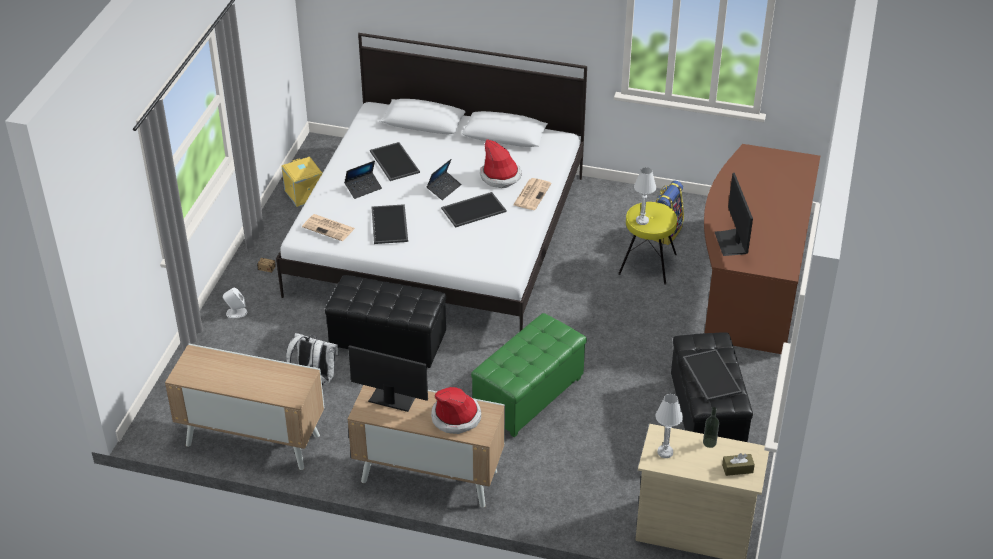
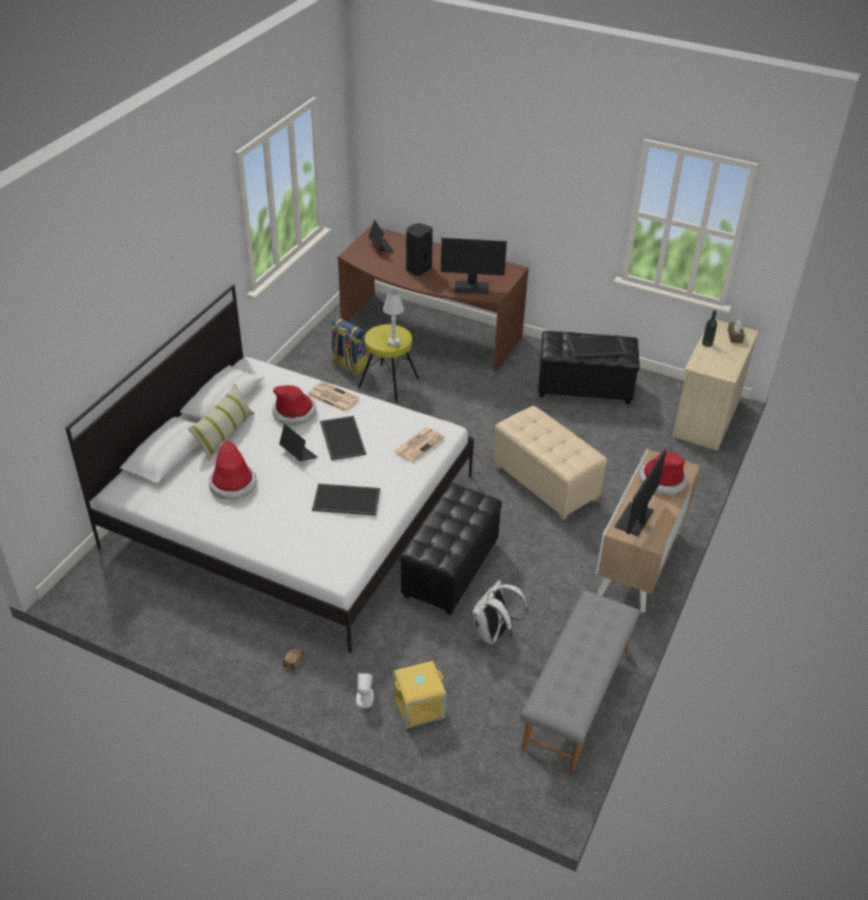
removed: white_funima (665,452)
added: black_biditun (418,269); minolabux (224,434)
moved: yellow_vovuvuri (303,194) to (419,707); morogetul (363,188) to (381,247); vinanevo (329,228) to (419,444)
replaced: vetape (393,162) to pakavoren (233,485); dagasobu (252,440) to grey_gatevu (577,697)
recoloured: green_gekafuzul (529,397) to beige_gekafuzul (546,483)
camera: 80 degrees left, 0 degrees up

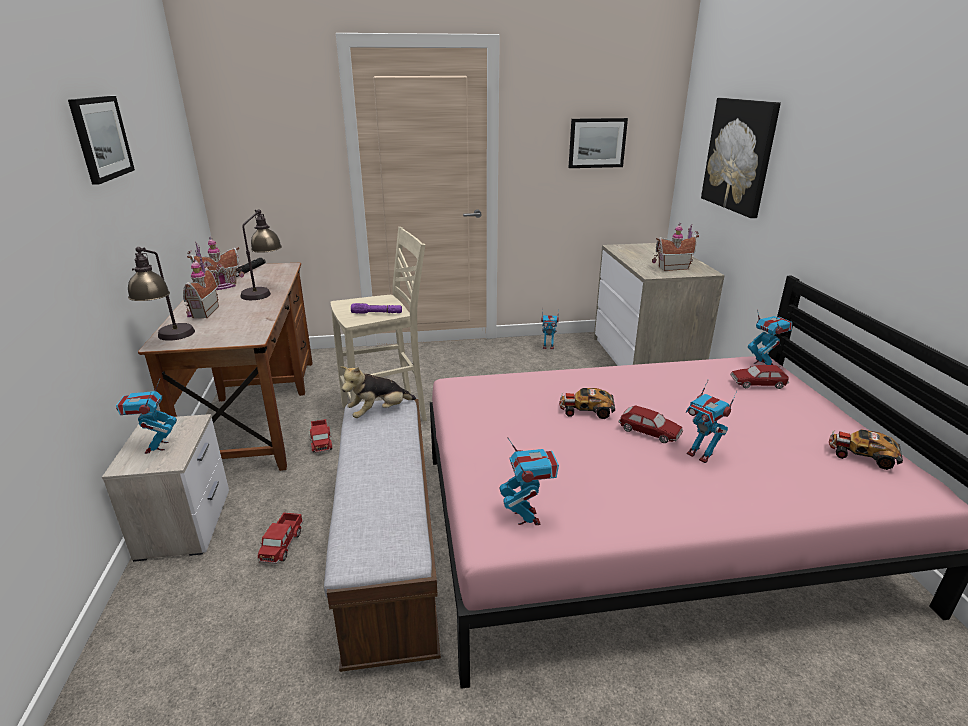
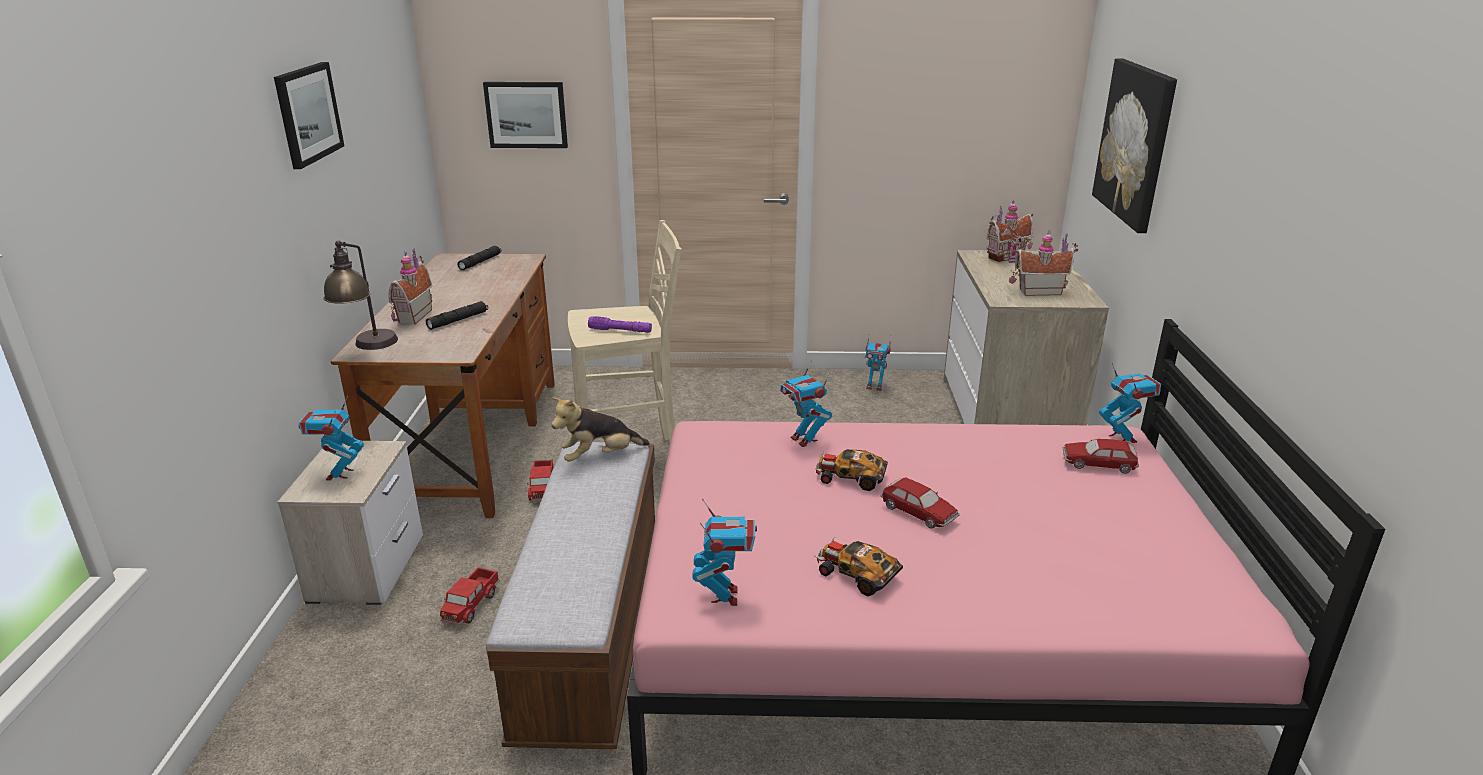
removed: funima (264,292)
added: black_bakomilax (458,320)
moved: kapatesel (597,143) to (526,114); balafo (221,286) to (1008,258); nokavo (700,455) to (804,440); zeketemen (861,454) to (856,574)
camera: 10 degrees right, 0 degrees up

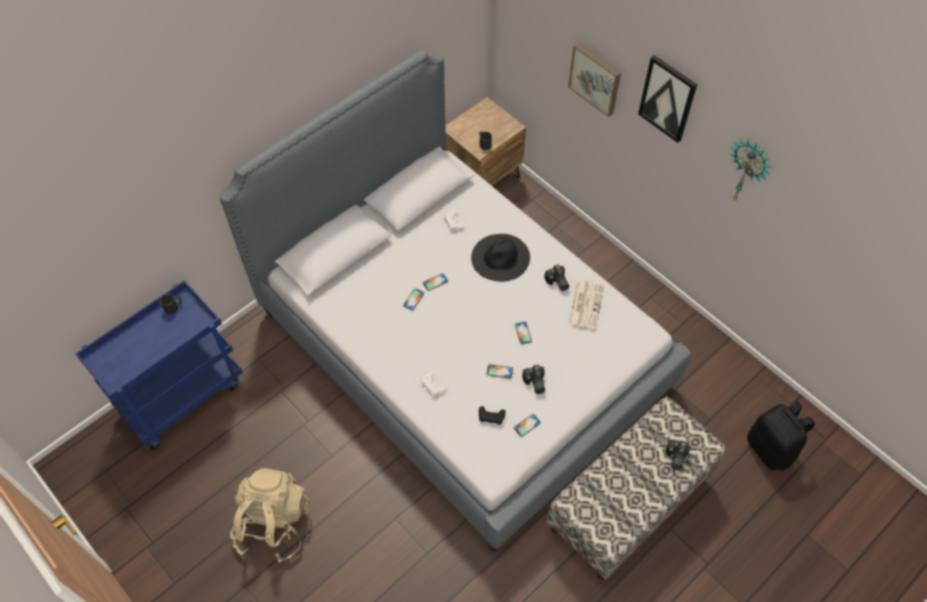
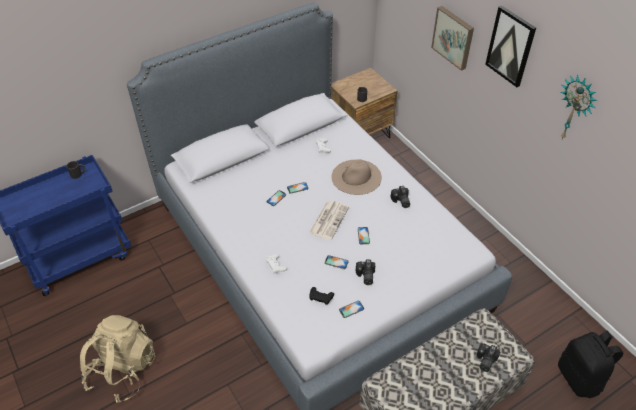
moved: vinanevo (585,304) to (329,219)
recoloured: black_pakavoren (500,257) to beige_pakavoren (356,177)
camera: 10 degrees right, 10 degrees down

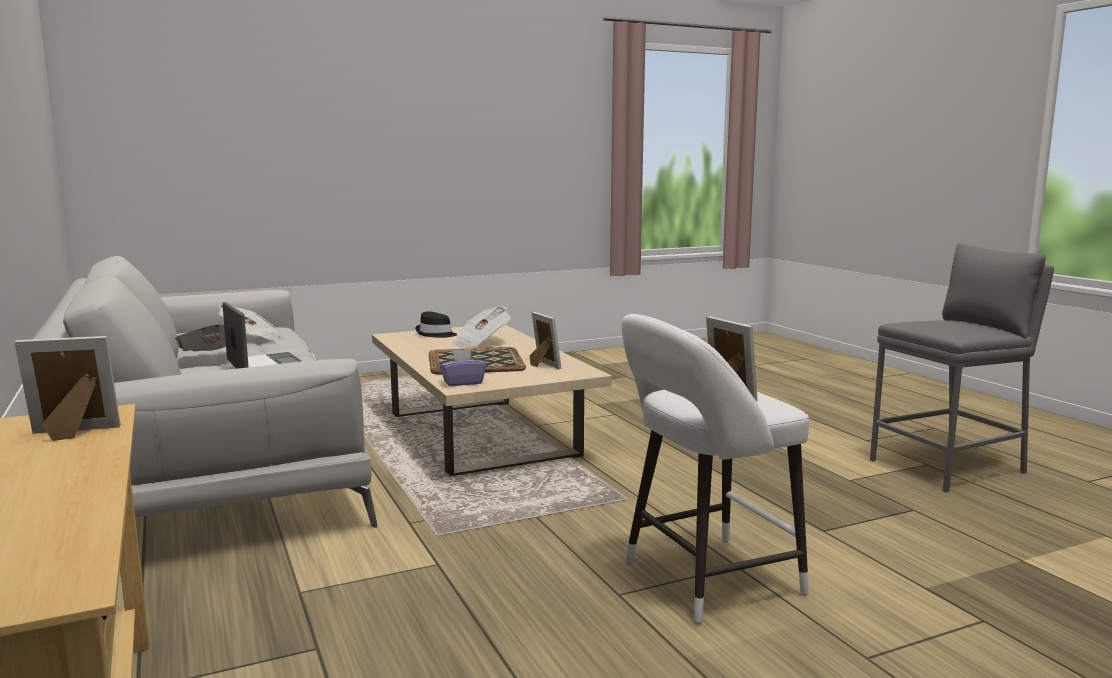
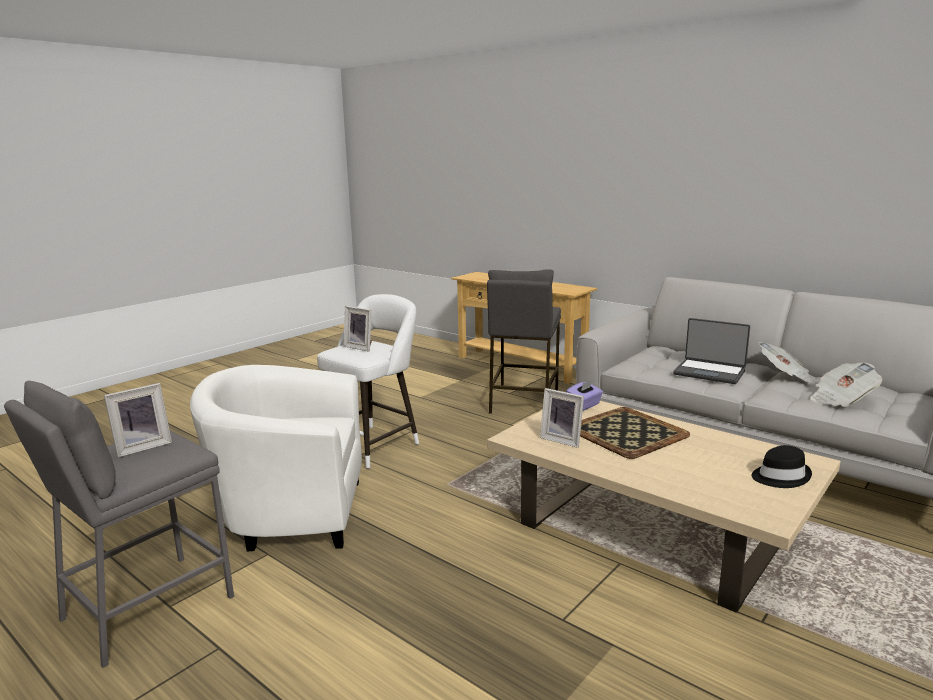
removed: vinanevo (480,343)
added: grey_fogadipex (523,402); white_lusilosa (290,514)
moved: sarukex (73,434) to (142,447)
camera: 155 degrees right, 5 degrees up

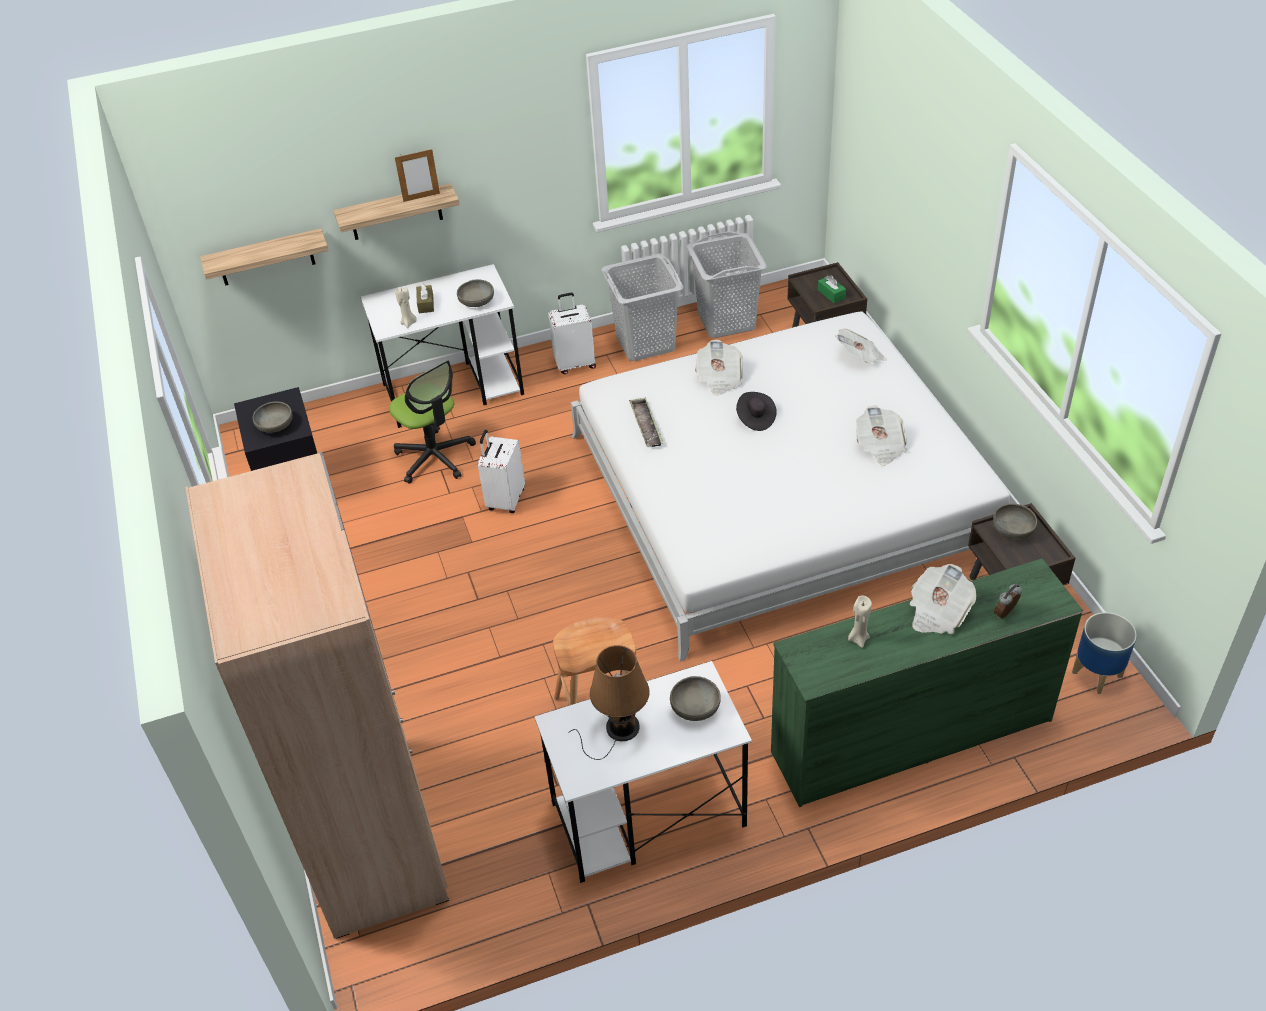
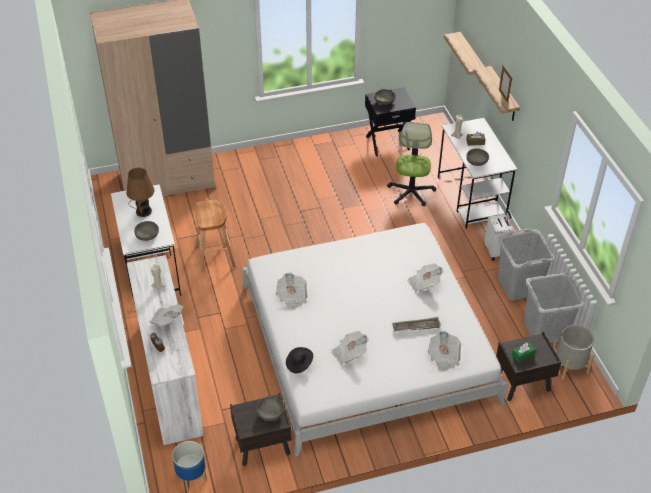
removed: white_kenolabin (505,500)
added: vinanevo (292,298); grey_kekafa (569,365)
moved: black_pakavoren (755,418) to (299,364); vetape (646,426) to (416,327)
recoloured: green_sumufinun (909,735) to white_sumufinun (170,377)
turned: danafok (435,457) = (411,192) 135 degrees clockwise
camera: 90 degrees right, 0 degrees up

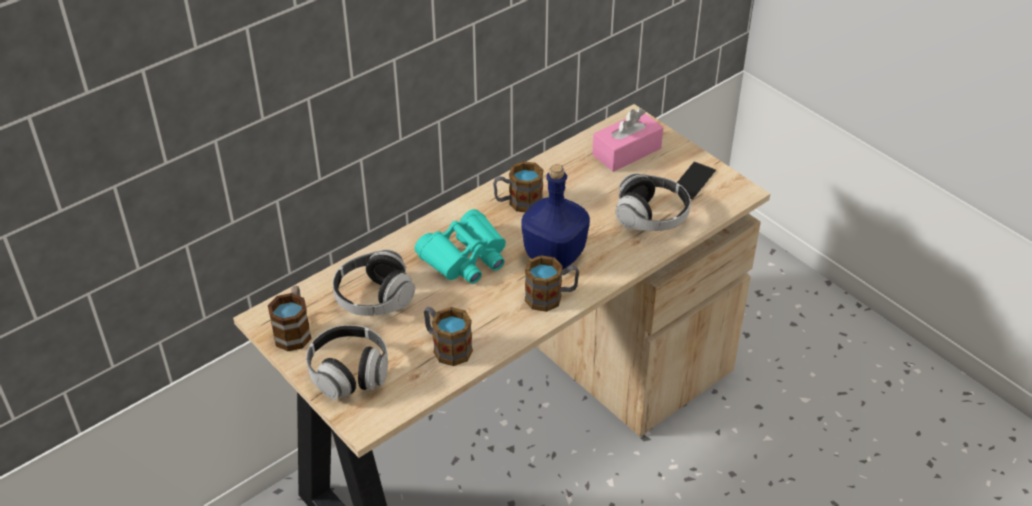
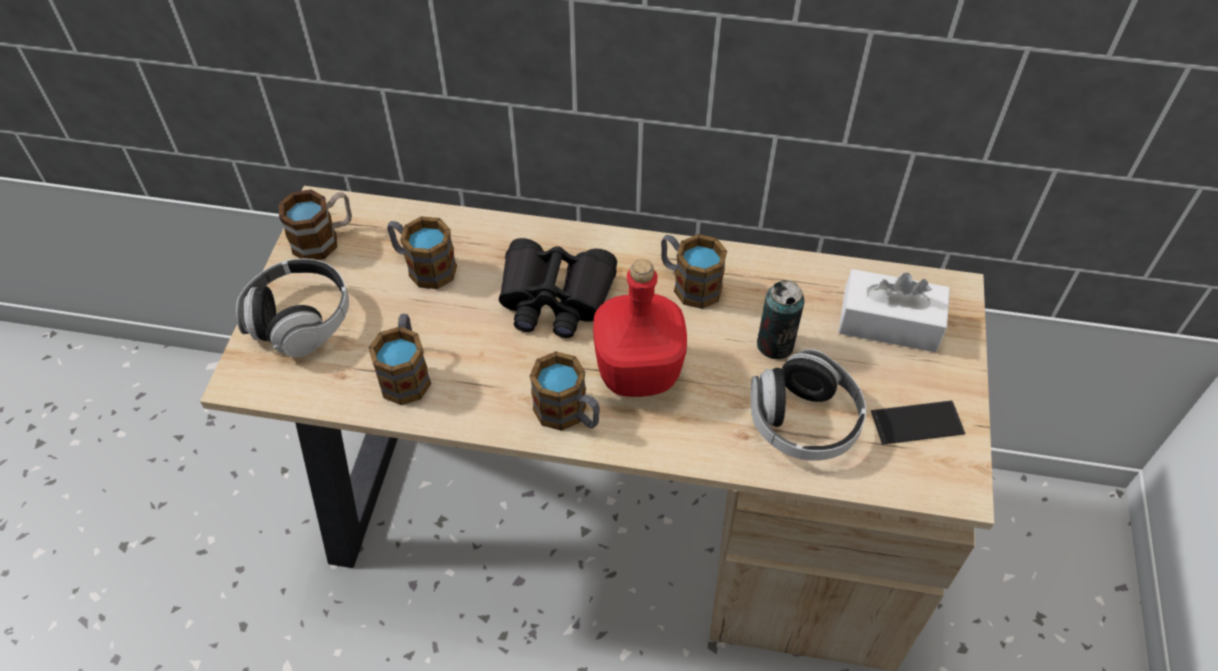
added: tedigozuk (775,344)
replaced: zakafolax (374,298) to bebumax (423,266)
recoloured: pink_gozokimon (626,152) to white_gozokimon (889,323); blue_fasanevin (555,255) to red_fasanevin (640,372); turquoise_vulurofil (465,258) to black_vulurofil (555,298)
camera: 50 degrees right, 10 degrees up

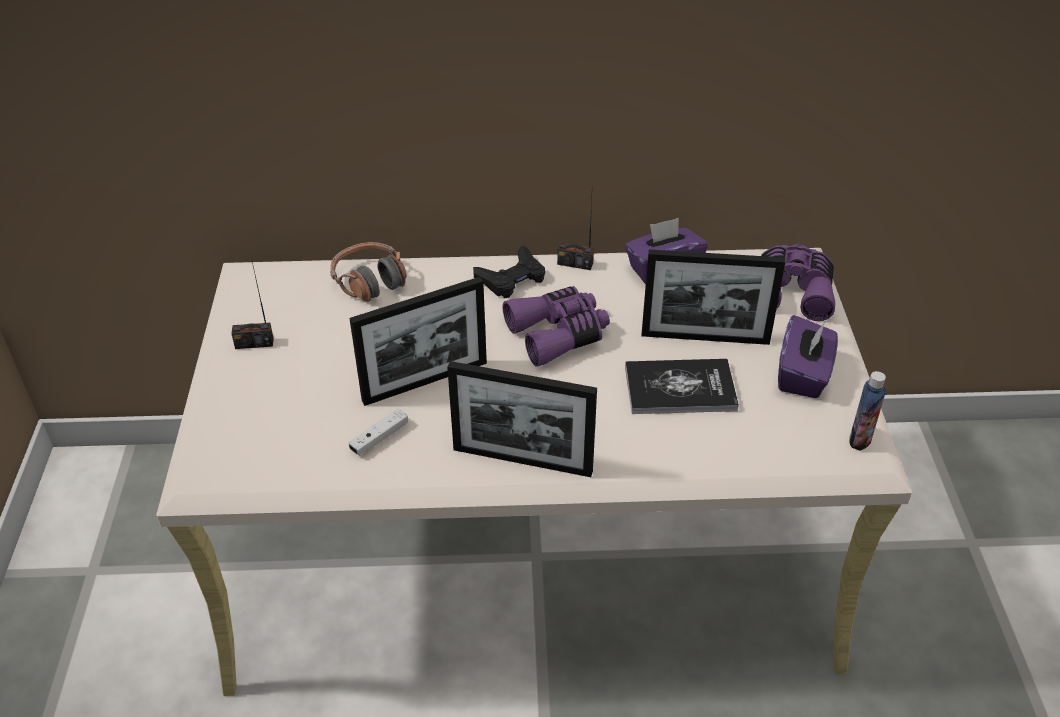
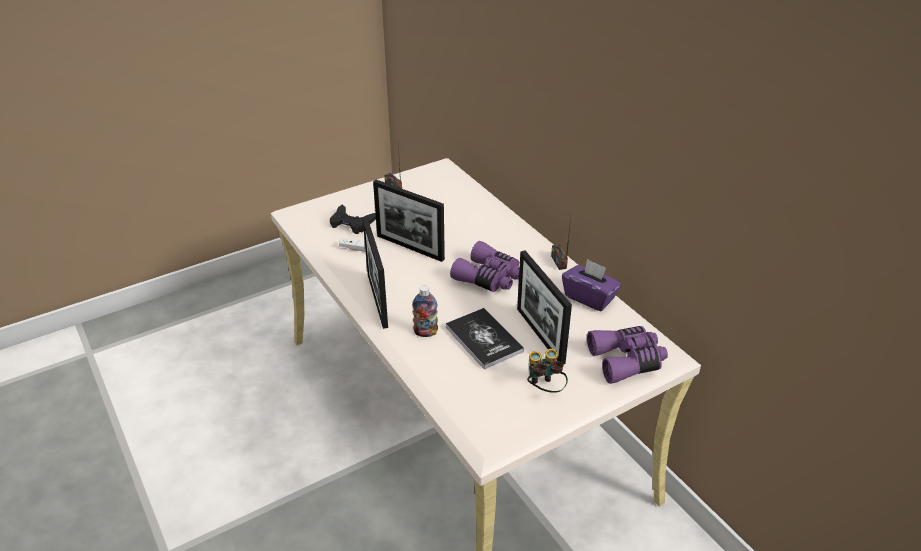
removed: zakafolax (370,281)
moved: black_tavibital (512,278) to (351,223); fasanevin (860,439) to (425,332)
replaced: purple_gozokimon (803,375) to vulurofil (544,389)
camera: 60 degrees right, 5 degrees down

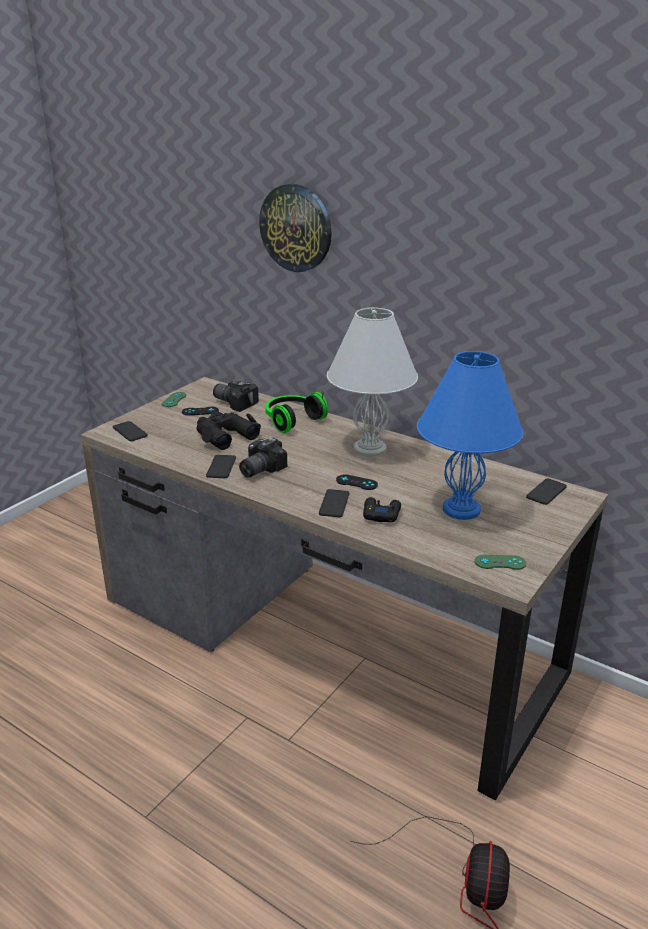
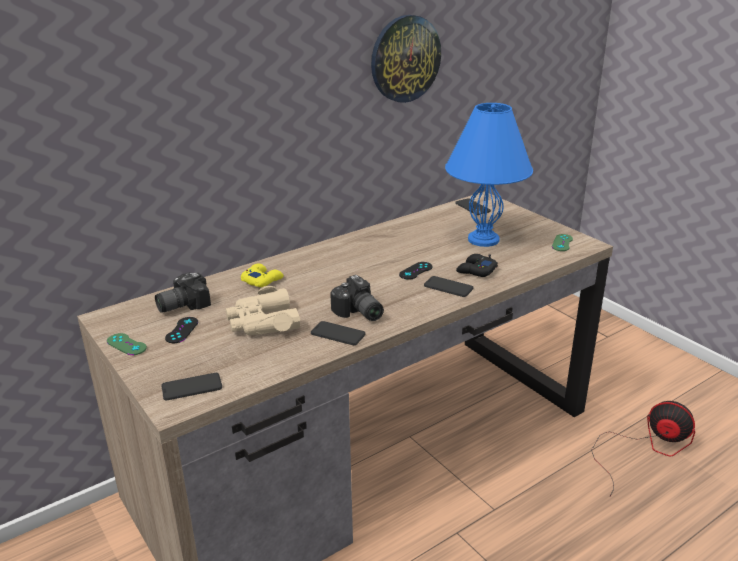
removed: white_funima (370,449)
moved: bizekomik (296,228) to (405,59)
replaced: zakafolax (292,420) to yellow_tavibital (262,280)
recoloured: black_vulurofil (224,435) to beige_vulurofil (262,322)
camera: 70 degrees left, 0 degrees up

